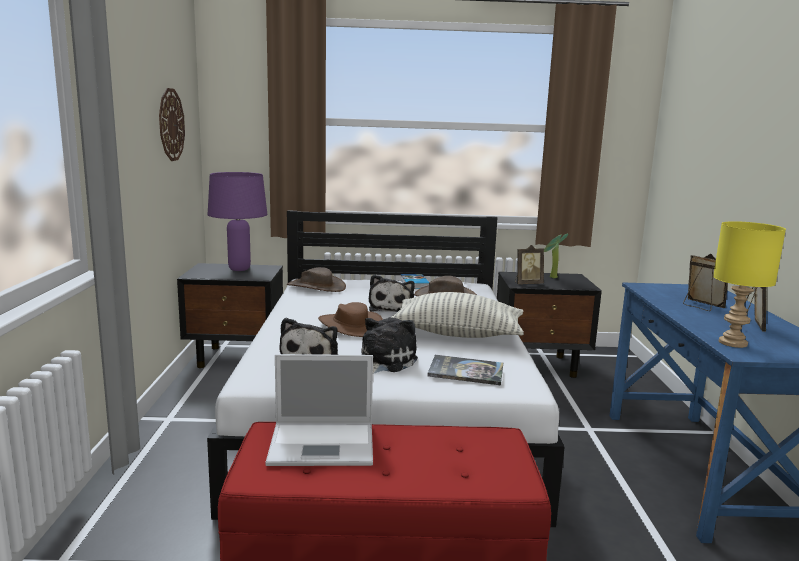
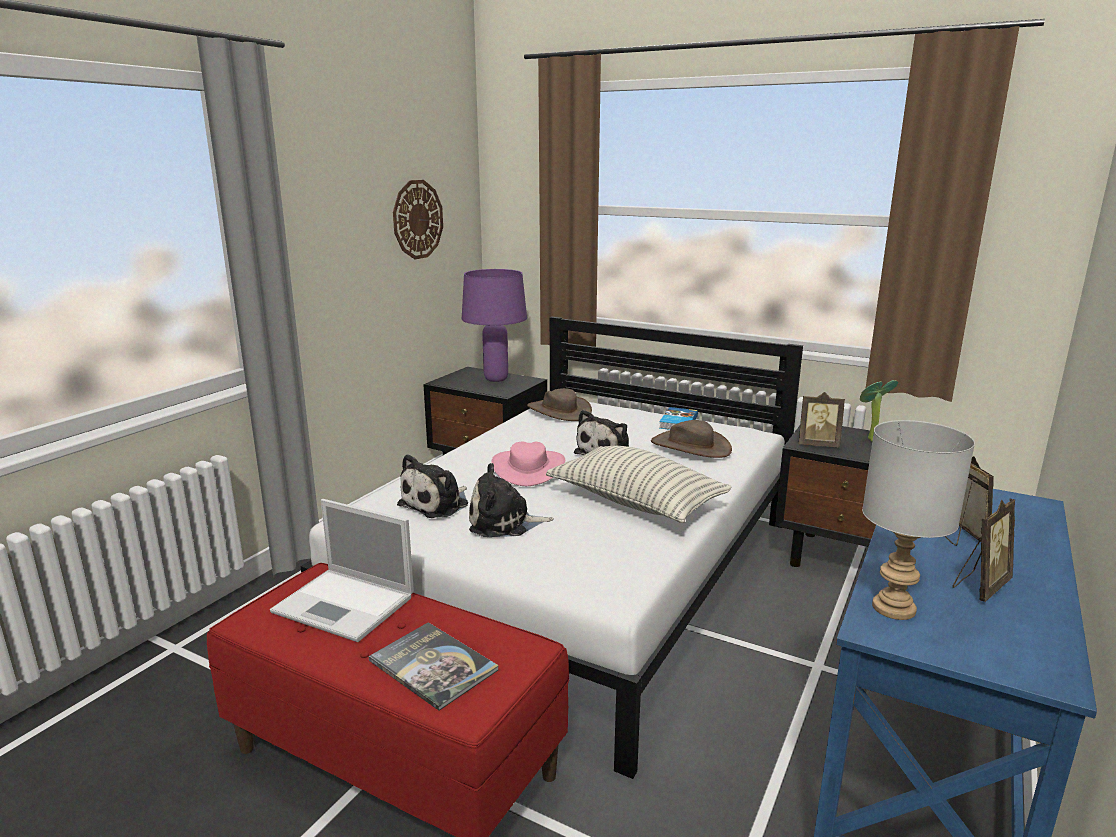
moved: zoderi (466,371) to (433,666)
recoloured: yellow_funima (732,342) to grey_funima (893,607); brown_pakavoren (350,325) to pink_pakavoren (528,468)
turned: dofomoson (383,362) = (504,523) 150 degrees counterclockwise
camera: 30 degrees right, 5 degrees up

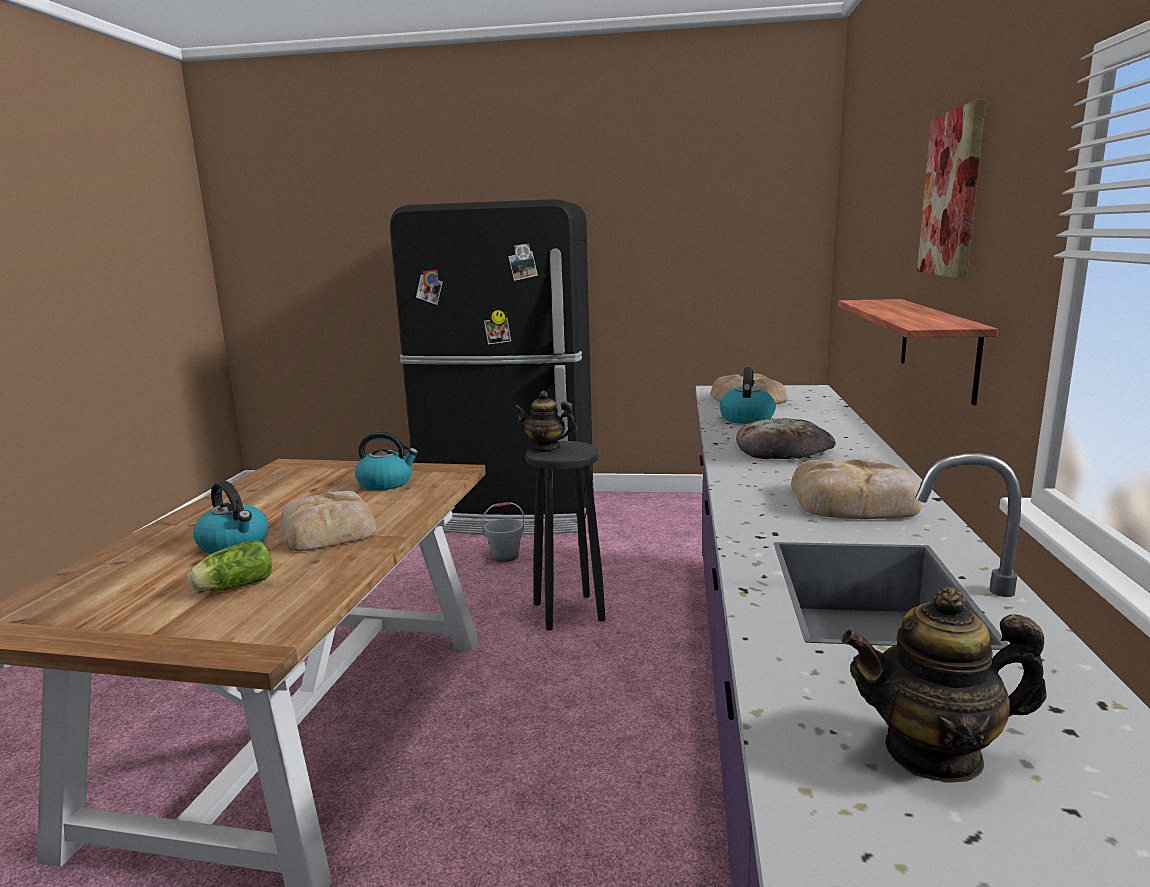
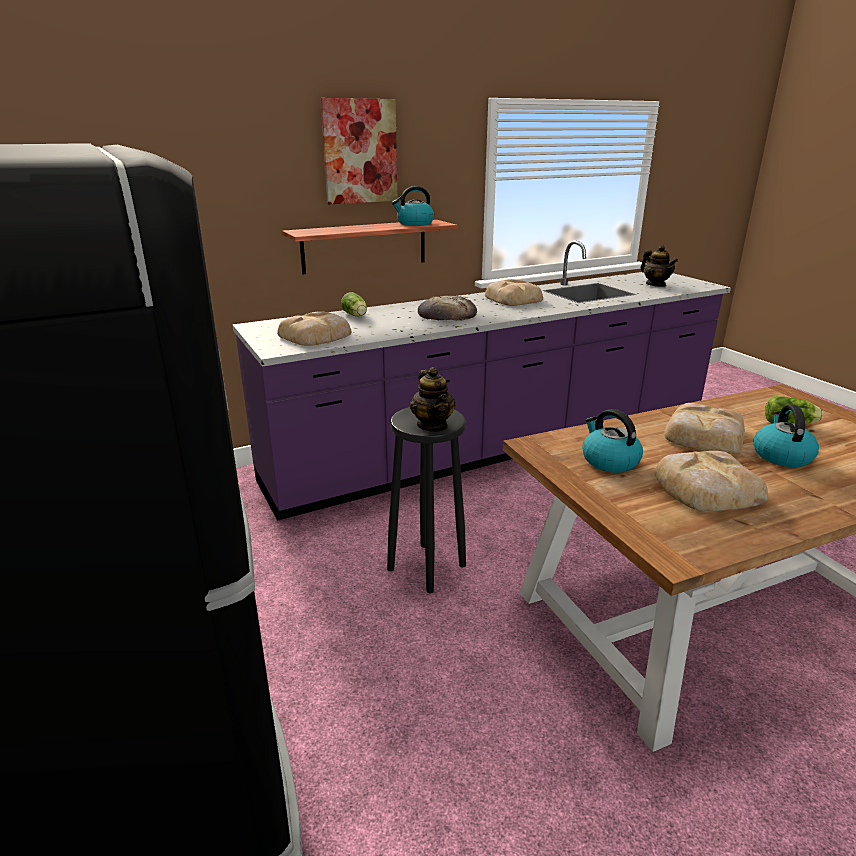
removed: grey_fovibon (505,556)
added: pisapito (355,315); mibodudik (705,488)
moved: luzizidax (746,418) to (414,224)
camera: 125 degrees left, 10 degrees up

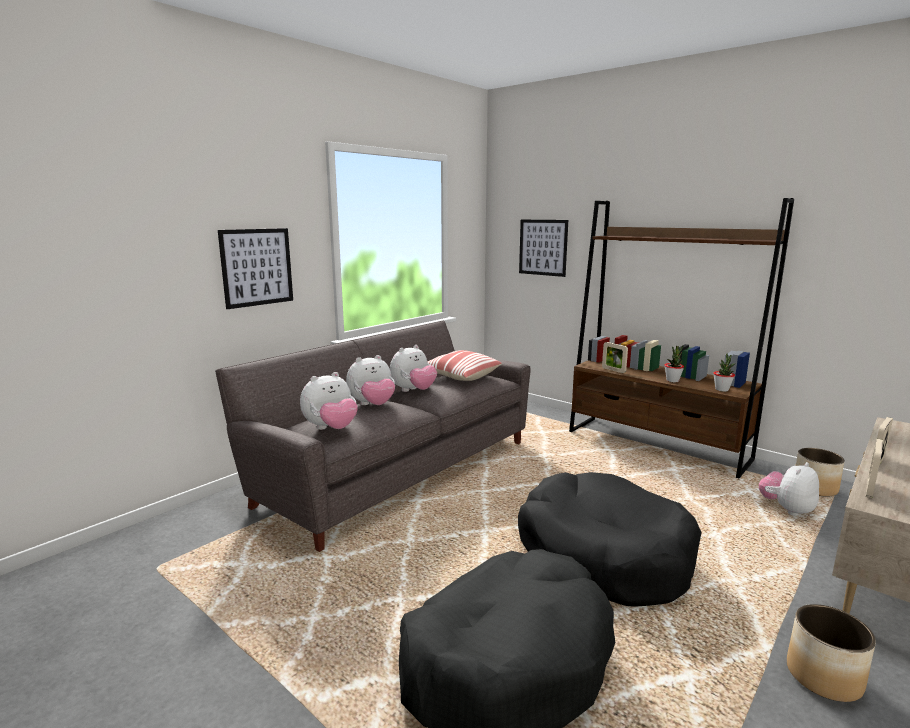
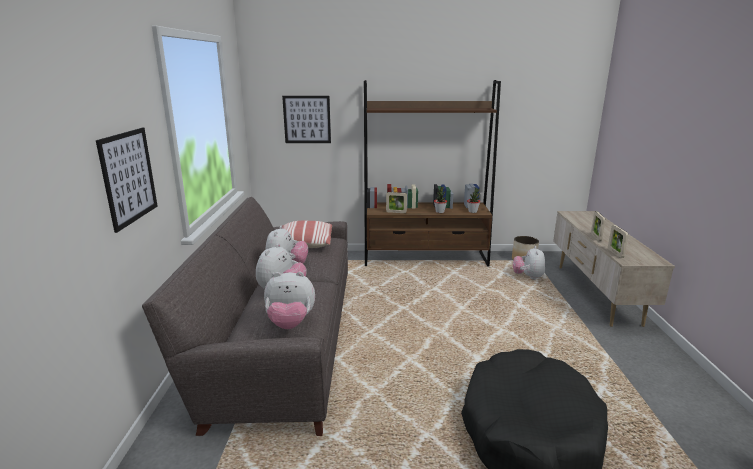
removed: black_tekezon (603,554); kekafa (824,677)
turned: dofomoson (331,429) = (290,324) 75 degrees clockwise
camera: 40 degrees left, 5 degrees up

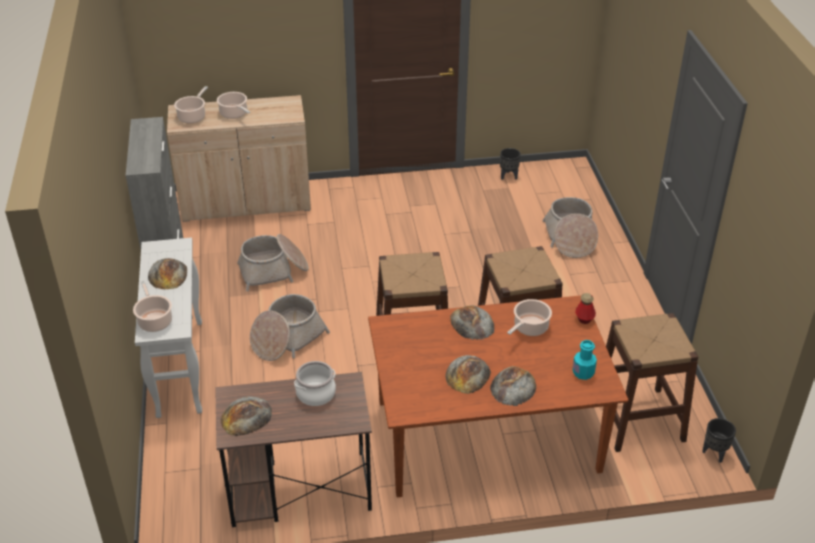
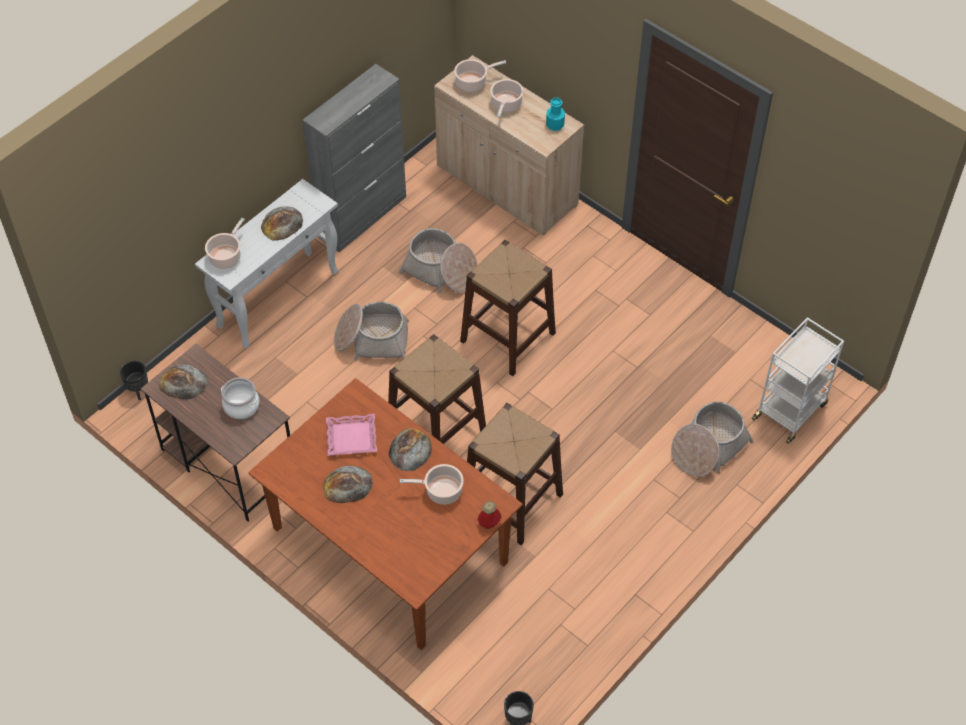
removed: mibodudik (513,386)
added: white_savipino (790,410); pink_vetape (351,437)
moved: black_kekafa (508,176) to (138,390); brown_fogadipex (638,419) to (508,337); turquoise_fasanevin (583,373) to (555,125)
camera: 50 degrees right, 15 degrees up

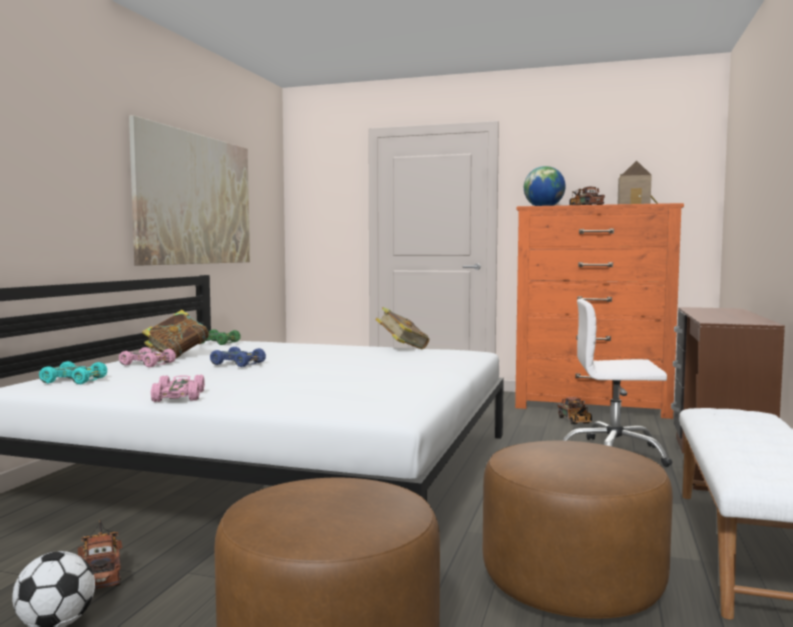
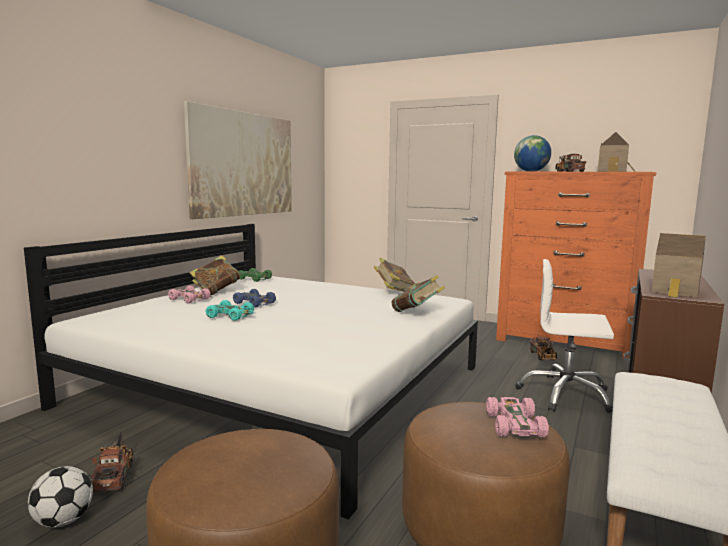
added: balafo (675,292); zoderi (417,313)
moved: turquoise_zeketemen (75,380) to (231,316); pink_zeketemen (178,396) to (514,424)
camera: 10 degrees right, 5 degrees up

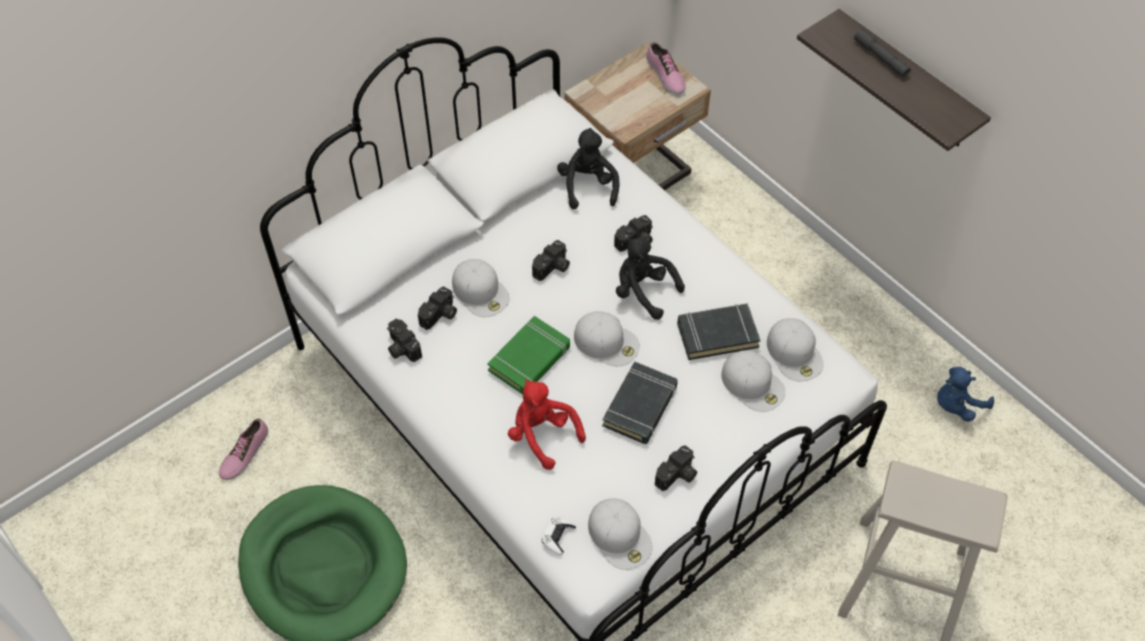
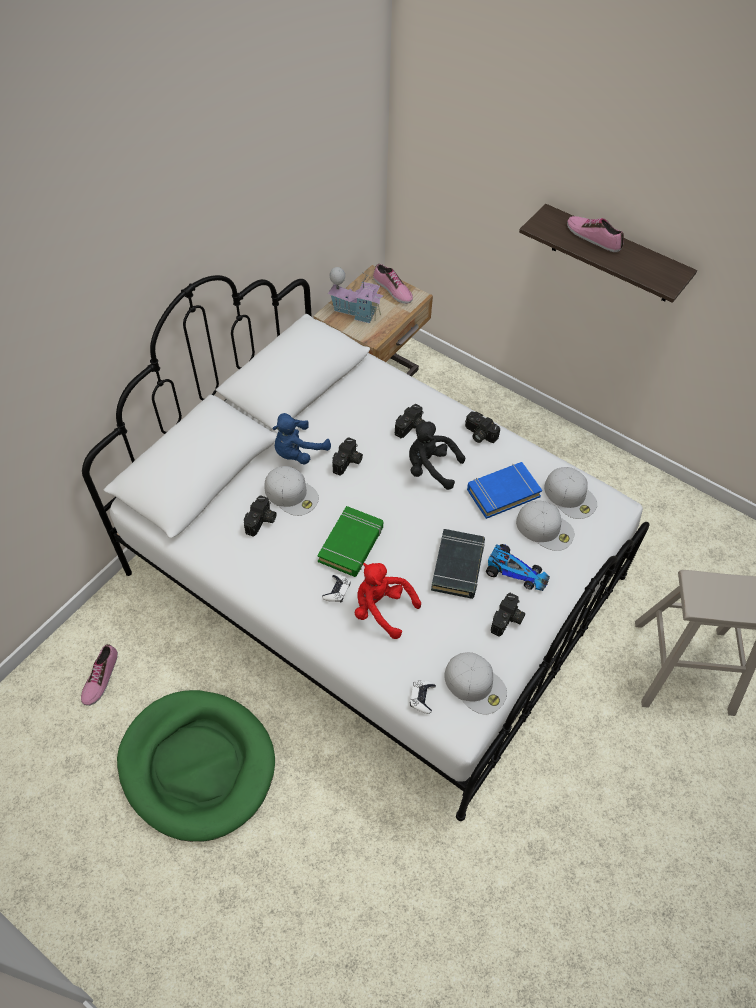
removed: black_dofomoson (588,186); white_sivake (607,342)
added: balafo (356,311); zeketemen (515,571); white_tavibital (337,590)
moved: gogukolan (401,348) to (479,434); blue_dofomoson (956,404) to (298,452)
replaced: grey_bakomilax (881,58) to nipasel (593,237)
recoloured: black_zoderi (717,334) to blue_zoderi (503,492)
camera: 15 degrees left, 0 degrees up

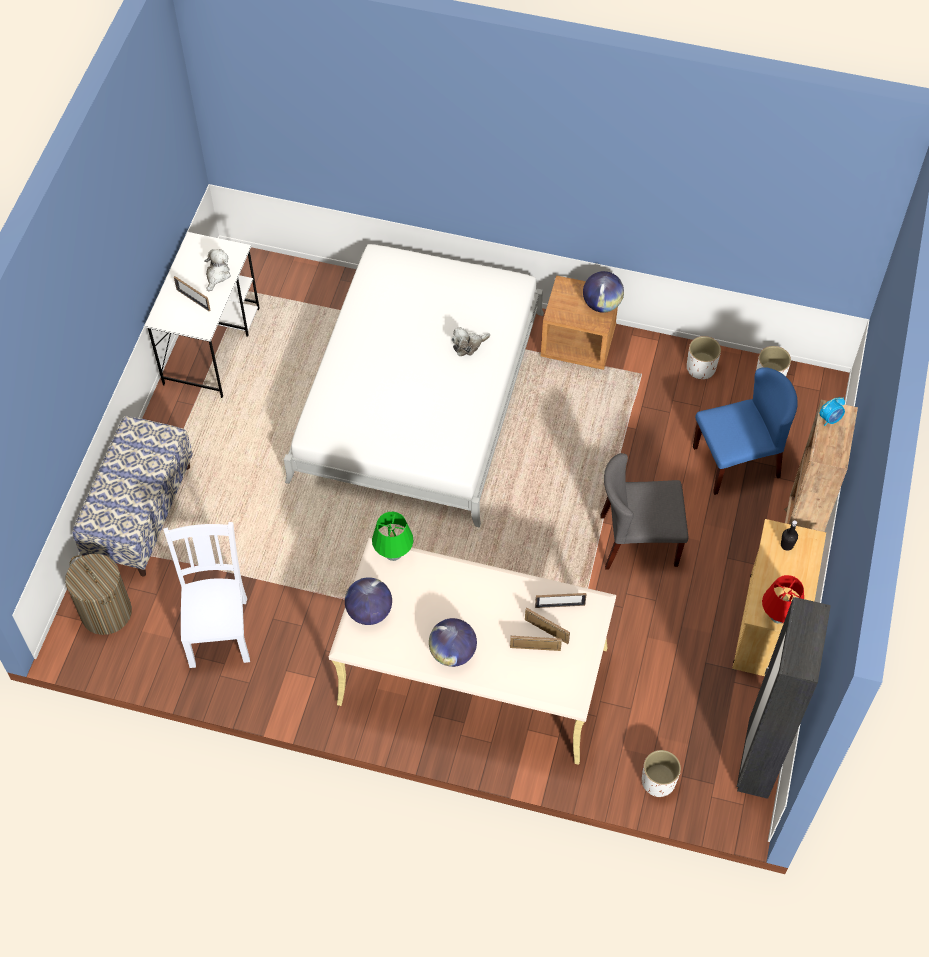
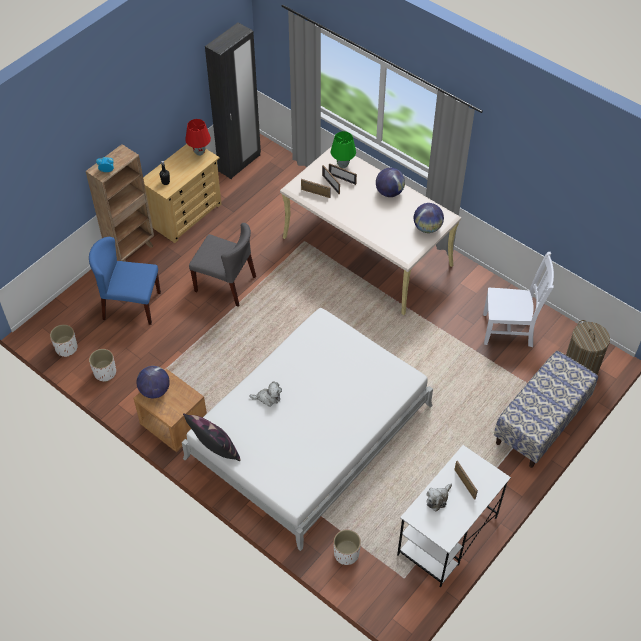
added: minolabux (215,449)
moved: green_funima (394,555) to (342,165); white_kekafa (658,781) to (346,554)
turned: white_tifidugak (219,629) = (510,330) 105 degrees counterclockwise
camera: 155 degrees left, 5 degrees down

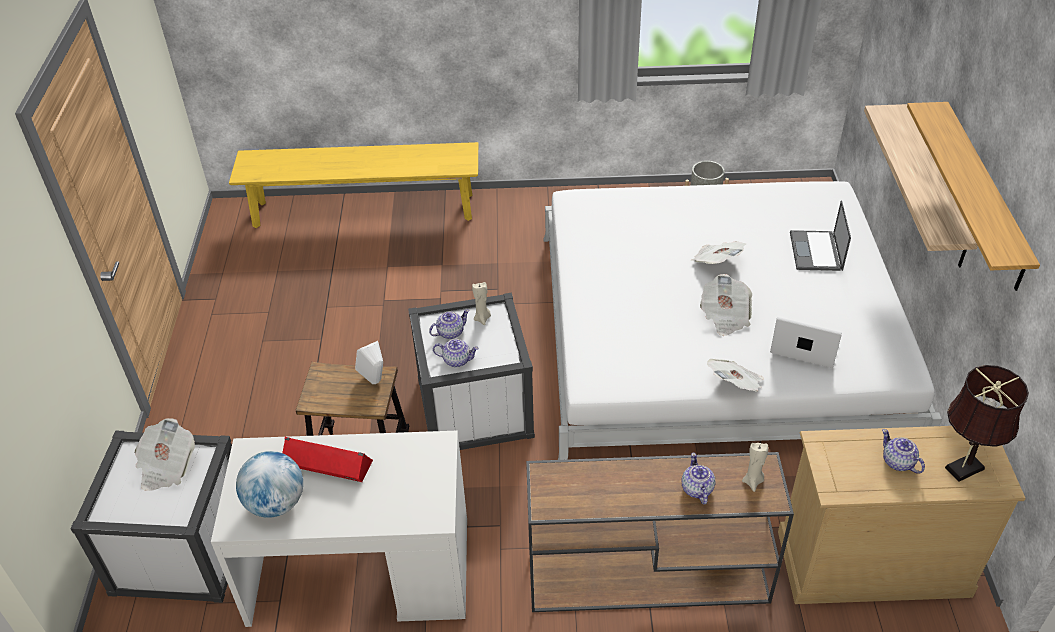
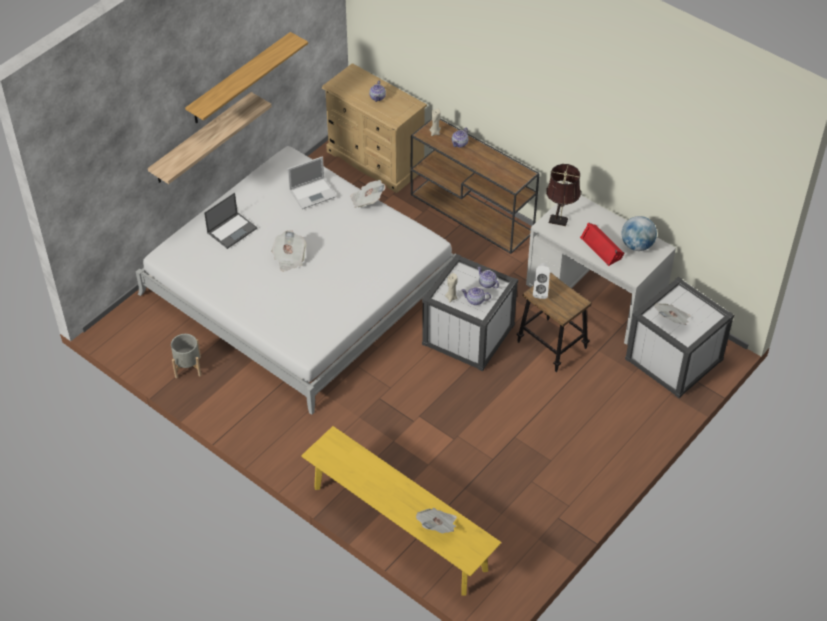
moved: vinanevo (725,316) to (438,526); brown_funima (961,469) to (560,221)
turned: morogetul (803,345) = (313,193) 90 degrees counterclockwise
camera: 140 degrees left, 5 degrees up

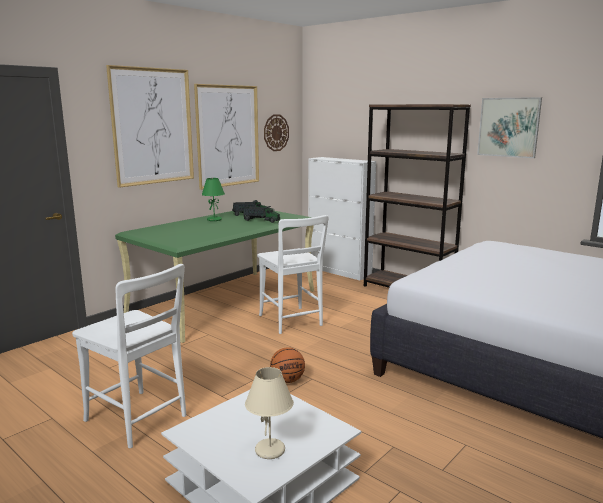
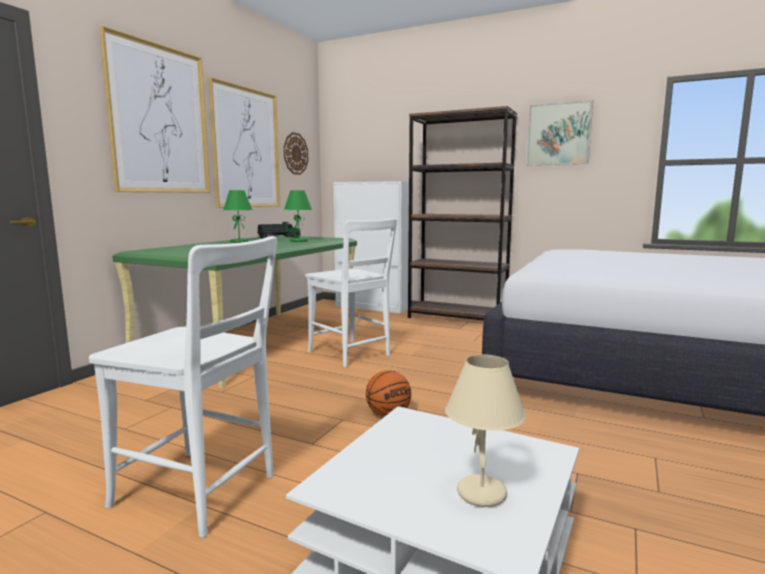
replaced: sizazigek (261,220) to green_funima (299,241)
camera: 15 degrees left, 5 degrees down

